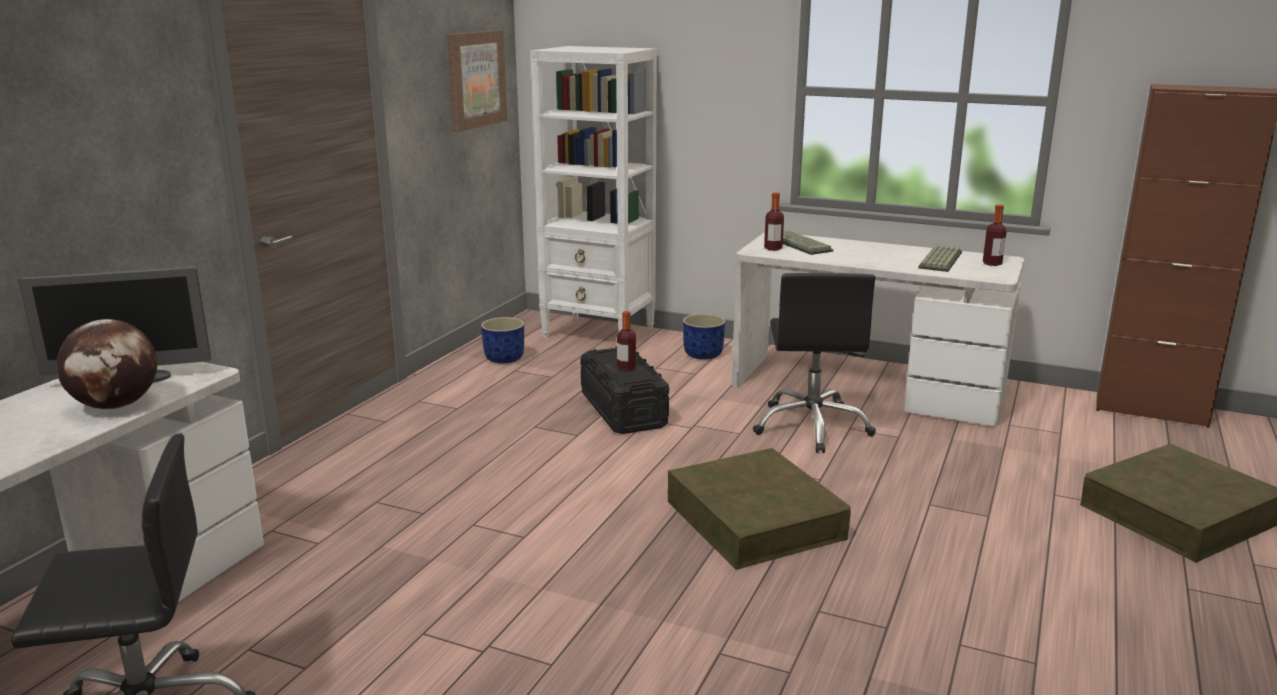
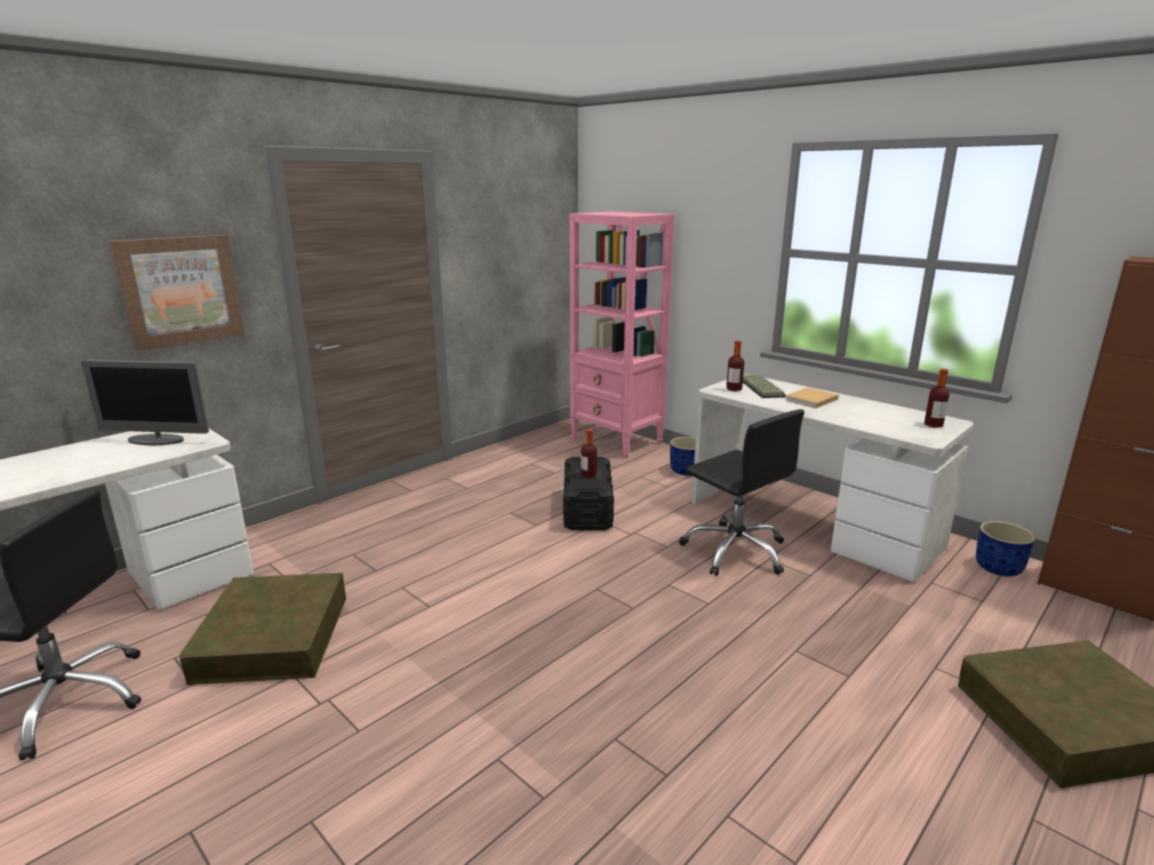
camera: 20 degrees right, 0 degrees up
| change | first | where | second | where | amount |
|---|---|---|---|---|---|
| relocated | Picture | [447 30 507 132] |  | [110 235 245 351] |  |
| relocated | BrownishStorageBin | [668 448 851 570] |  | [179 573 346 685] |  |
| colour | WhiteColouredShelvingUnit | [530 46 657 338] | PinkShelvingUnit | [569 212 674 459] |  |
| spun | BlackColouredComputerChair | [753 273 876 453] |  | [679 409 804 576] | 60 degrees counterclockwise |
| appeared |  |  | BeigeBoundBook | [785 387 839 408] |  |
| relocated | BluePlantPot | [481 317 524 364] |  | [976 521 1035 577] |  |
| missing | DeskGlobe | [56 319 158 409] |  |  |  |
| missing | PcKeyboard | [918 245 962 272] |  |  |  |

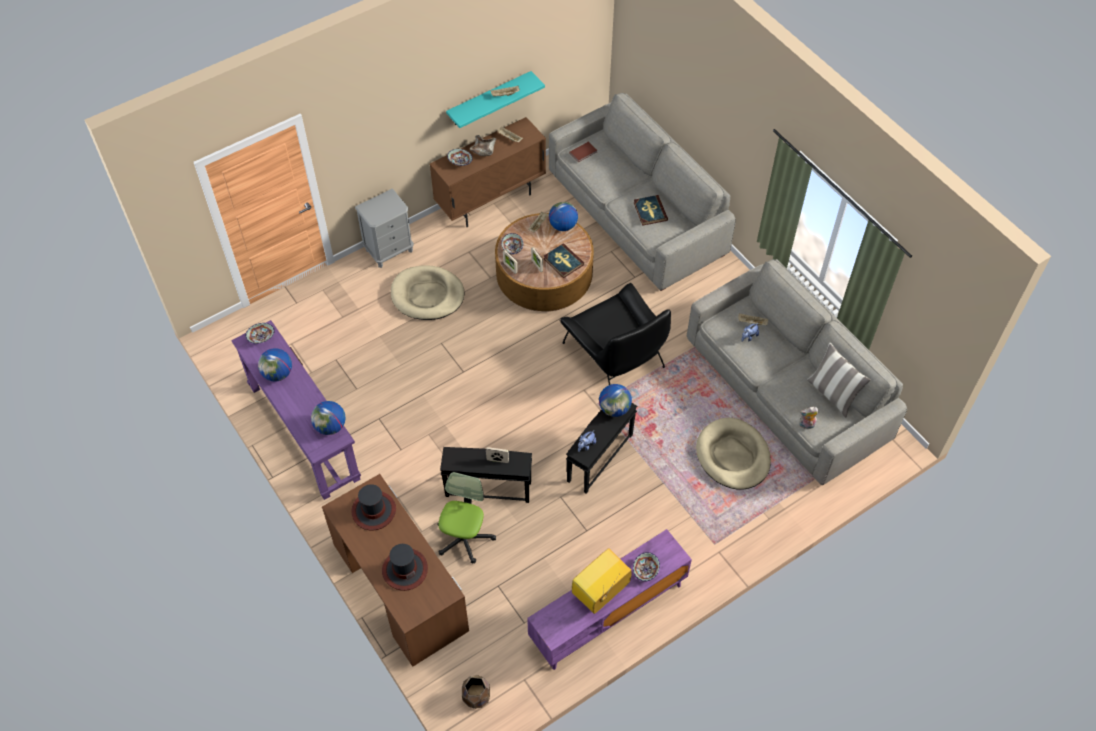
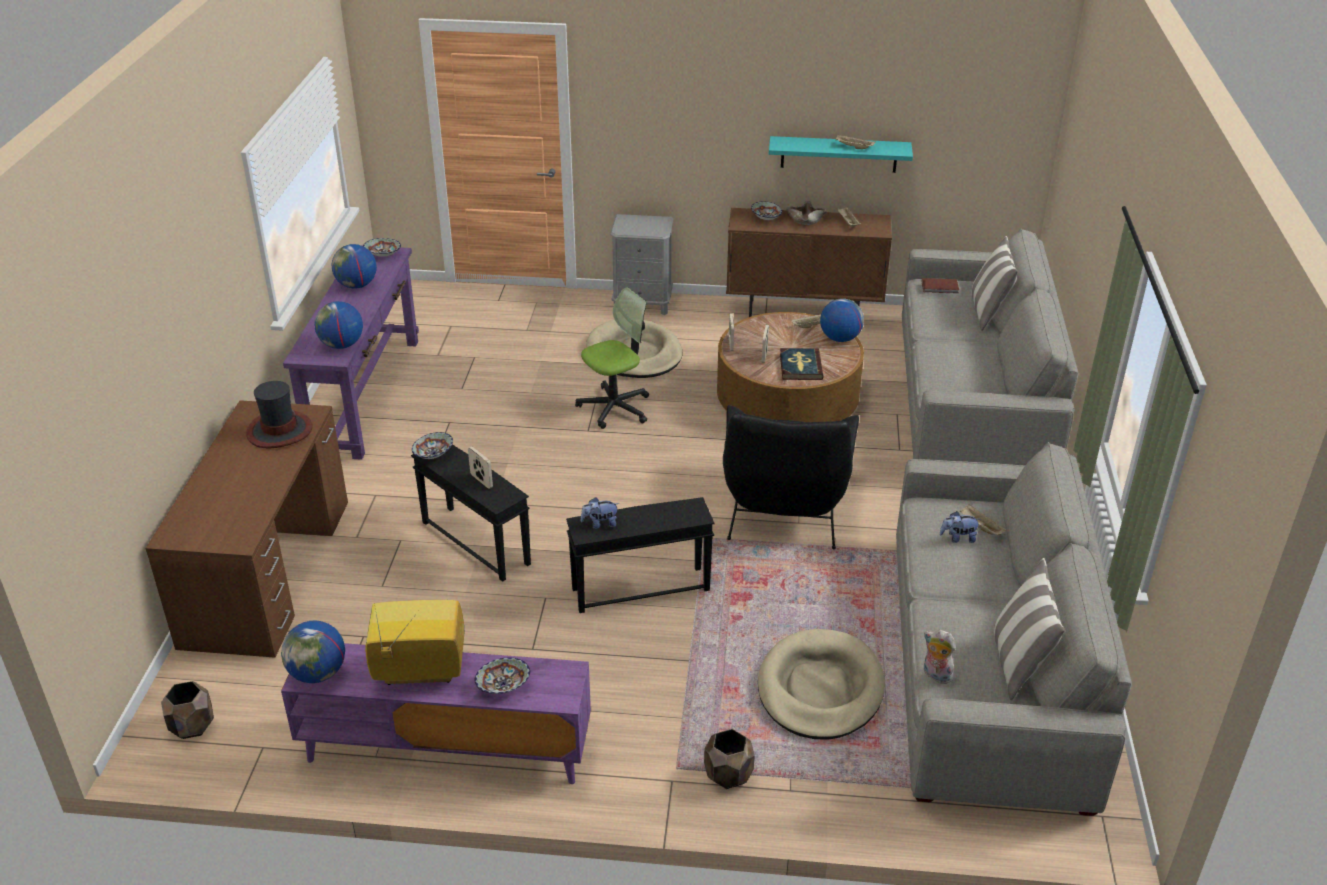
camera: 40 degrees right, 20 degrees down
| change | first | where | second | where | amount |
|---|---|---|---|---|---|
| relocated | DeskGlobe | [599 384 632 417] |  | [281 620 345 683] |  |
| relocated | DeepDish | [501 233 523 254] |  | [412 432 453 459] |  |
| relocated | ComputerChair | [437 472 496 564] |  | [575 287 649 429] |  |
| appeared |  |  | BrownishPlantPot | [704 729 755 789] |  |
| appeared |  |  | Cushion | [971 236 1018 331] |  |
| missing | Hat | [382 544 428 591] |  |  |  |
| missing | BoundBook | [634 195 668 226] |  |  |  |

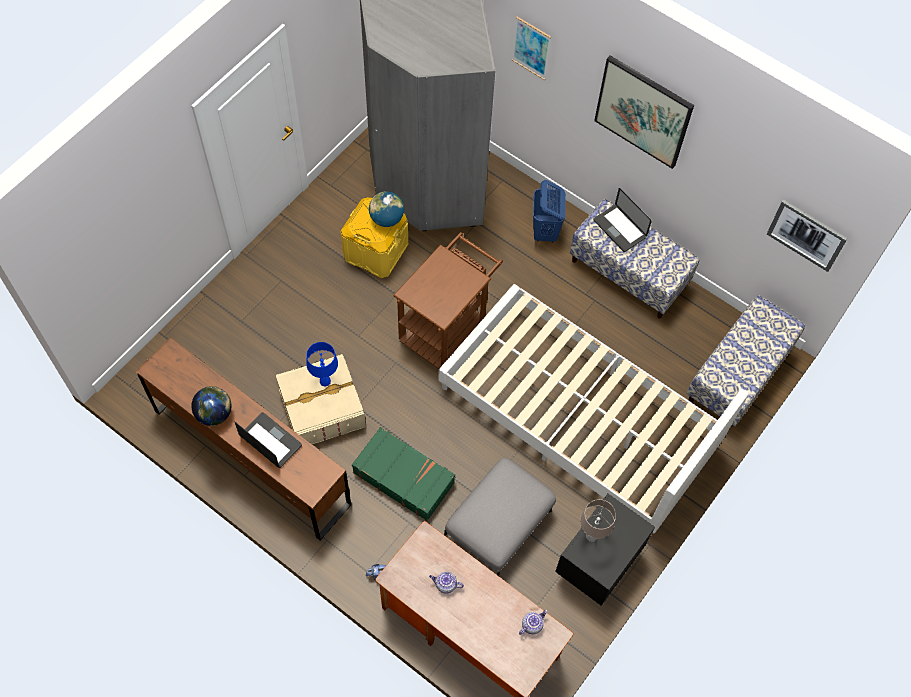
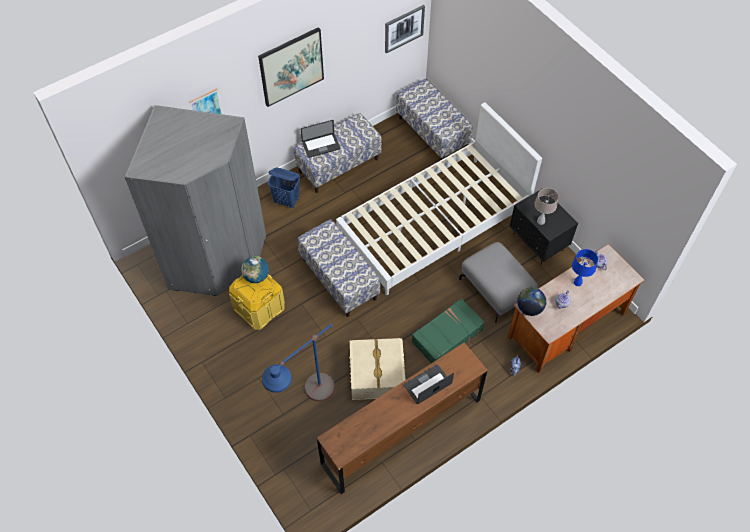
camera: 70 degrees left, 5 degrees down
| change | first | where | second | where | amount |
|---|---|---|---|---|---|
| appeared |  |  | BlueStandingLamp | [262 324 335 402] |  |
| exchanged | BrownishCart | [393 232 503 369] | Bench | [297 219 380 317] |  |
| relocated | DeskGlobe | [191 386 232 426] |  | [517 287 546 316] |  |
| relocated | BlueTableLamp | [306 342 338 386] |  | [572 249 598 286] |  |

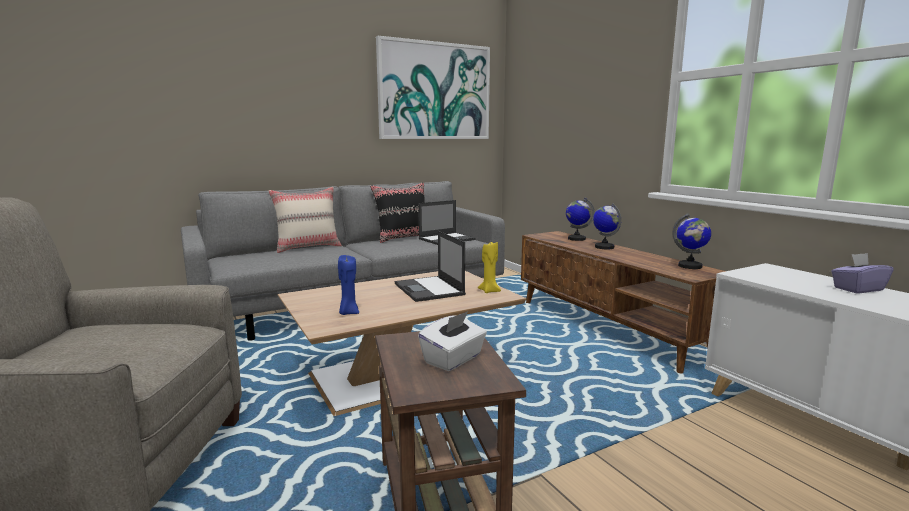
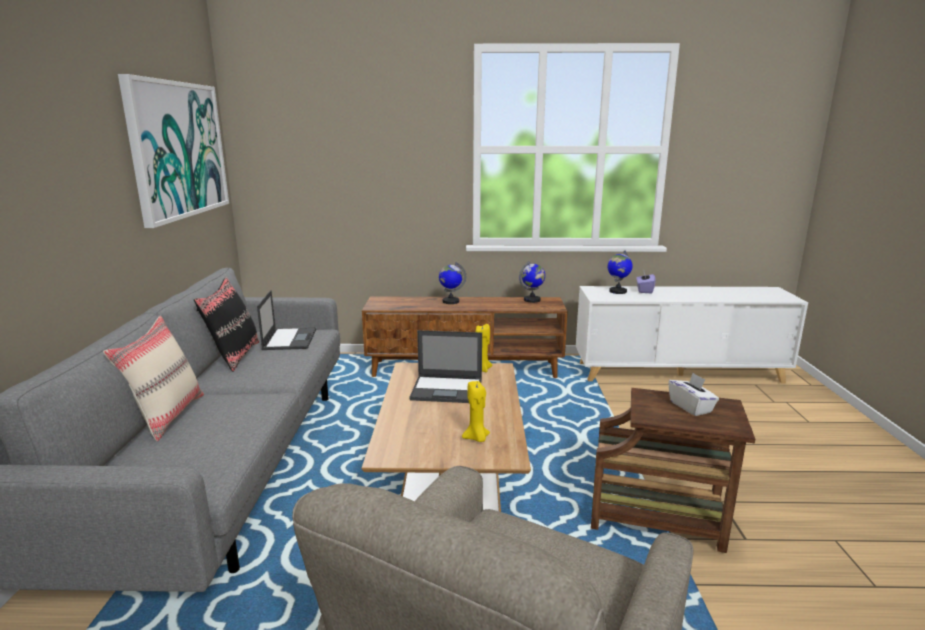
camera: 60 degrees left, 5 degrees up
| change | first | where | second | where | amount |
|---|---|---|---|---|---|
| colour | BlueCandle | [338 255 359 315] | YellowishCandle | [462 381 490 442] |  |
| relocated | DeskGlobe | [566 198 595 241] |  | [607 250 632 294] |  |

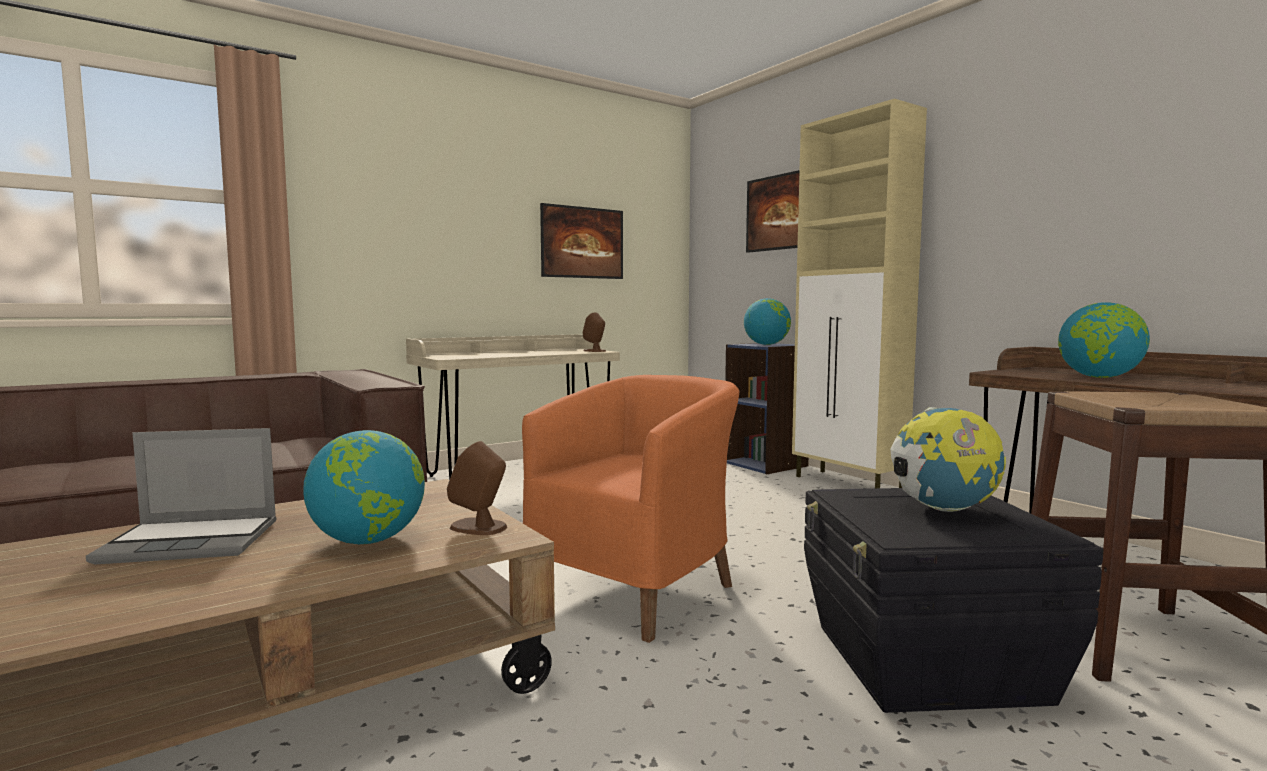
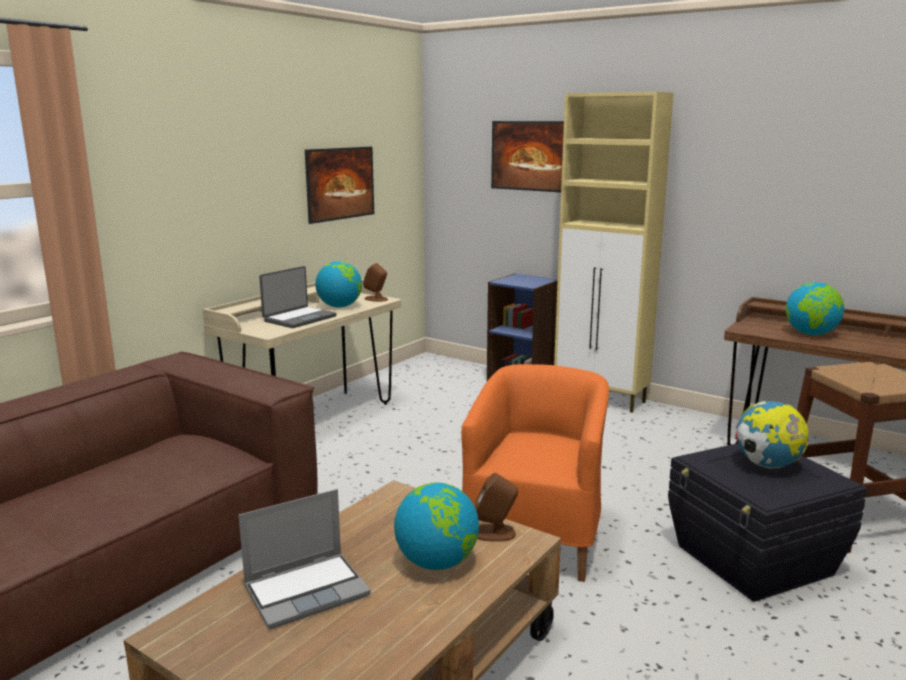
camera: 20 degrees left, 10 degrees up
| change | first | where | second | where | amount |
|---|---|---|---|---|---|
| appeared |  |  | NotebookComputer | [259 266 337 328] |  |
| relocated | DeskGlobe | [744 298 791 345] |  | [315 261 362 308] |  |

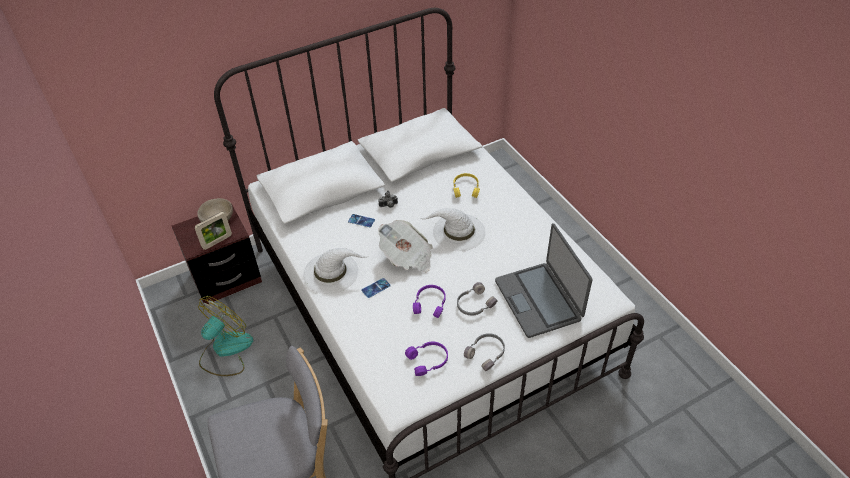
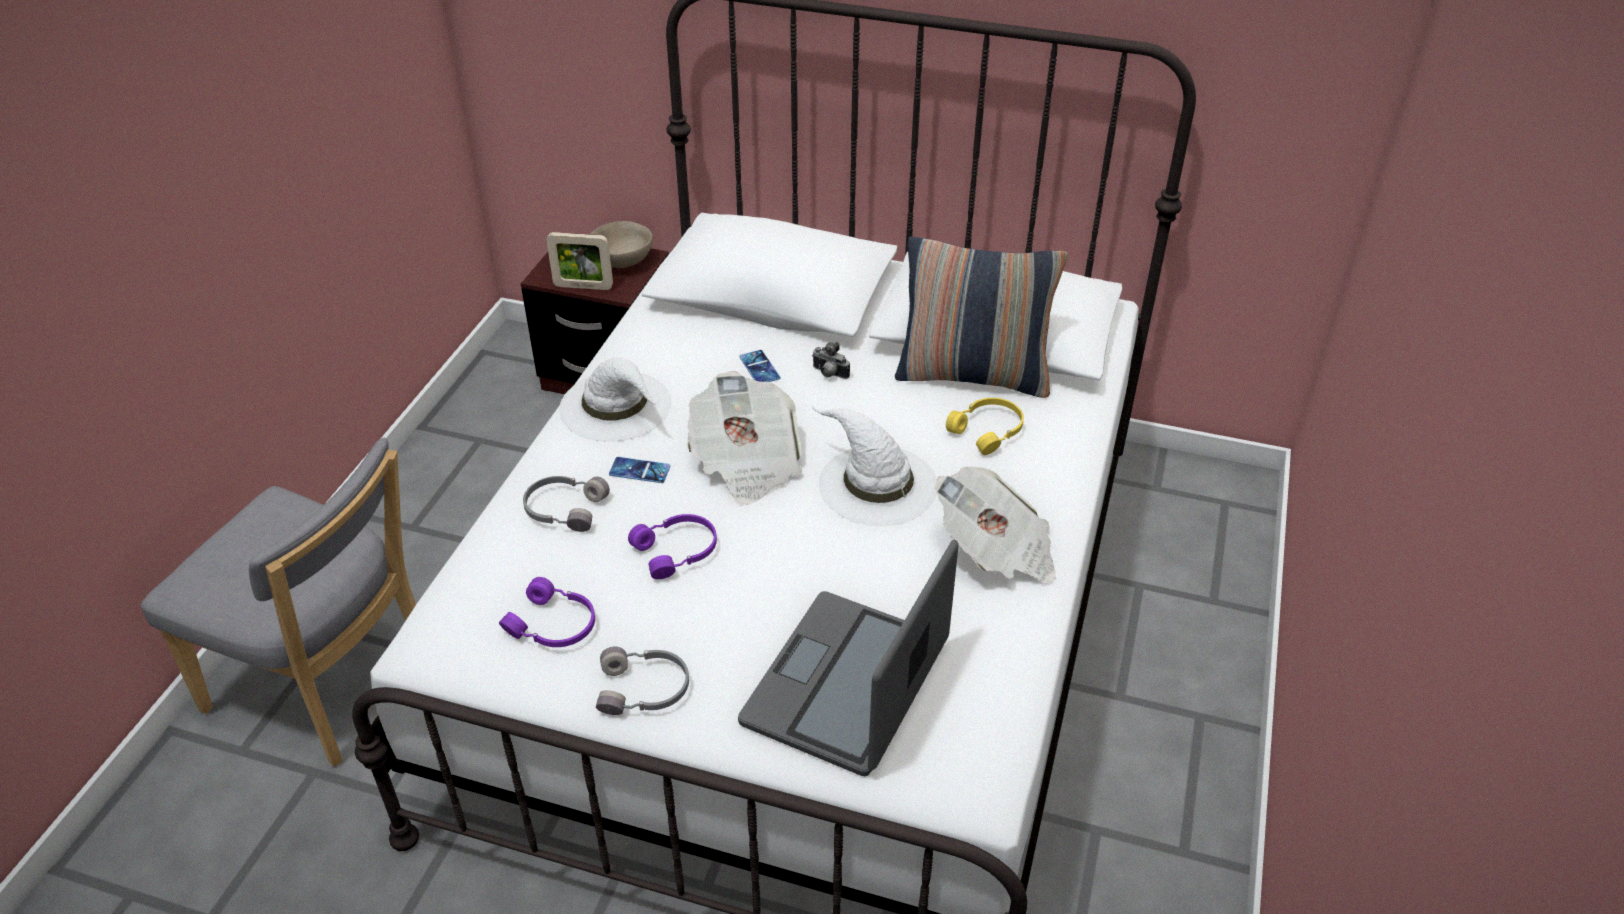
camera: 45 degrees right, 5 degrees down
| change | first | where | second | where | amount |
|---|---|---|---|---|---|
| relocated | GrayPairOfHeadphones | [457 282 498 315] |  | [523 476 610 532] |  |
| appeared |  |  | Cushion | [895 236 1067 398] |  |
| appeared |  |  | DailyPaper | [935 467 1056 582] |  |
| missing | CoolingFan | [198 296 254 376] |  |  |  |

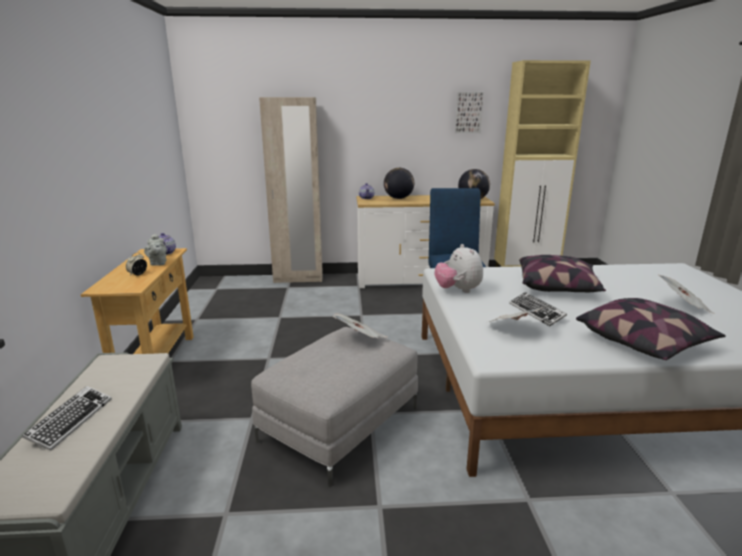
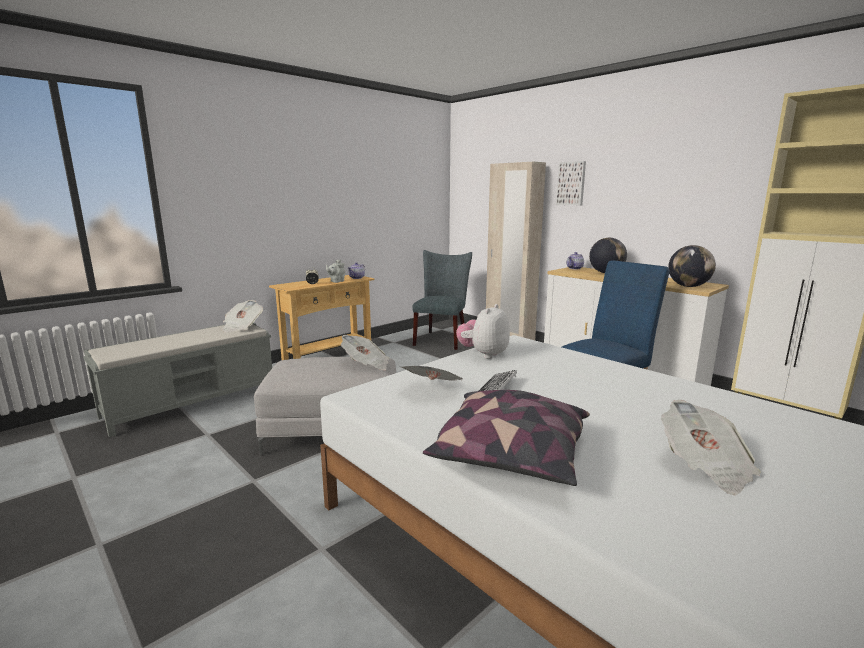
camera: 50 degrees right, 5 degrees down
| change | first | where | second | where | amount |
|---|---|---|---|---|---|
| appeared |  |  | DailyPaper | [222 300 263 332] |  |
| appeared |  |  | GrayChair | [412 250 472 350] |  |
| relocated | Picture | [455 92 484 133] |  | [556 161 586 205] |  |
| missing | PcKeyboard | [22 386 112 451] |  |  |  |
| missing | Cushion | [519 255 606 292] |  |  |  |

